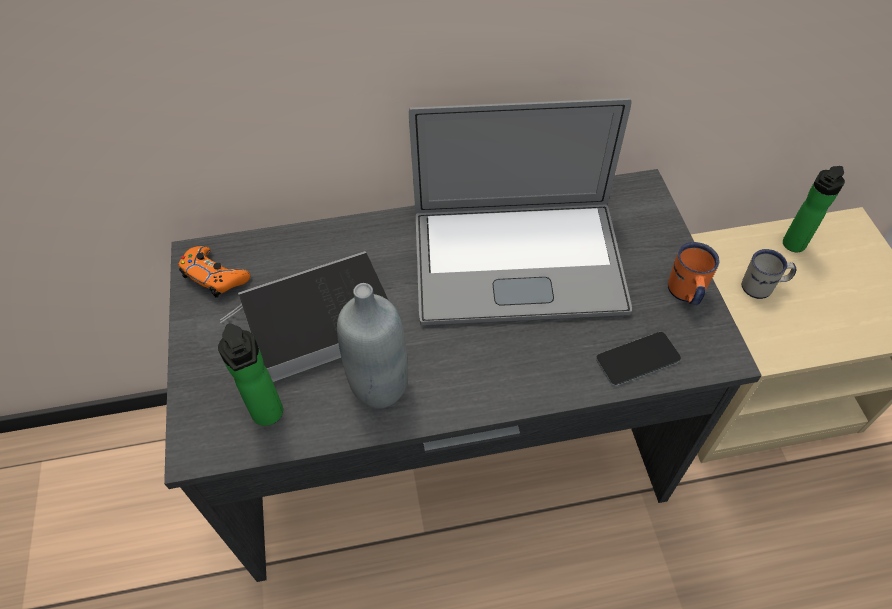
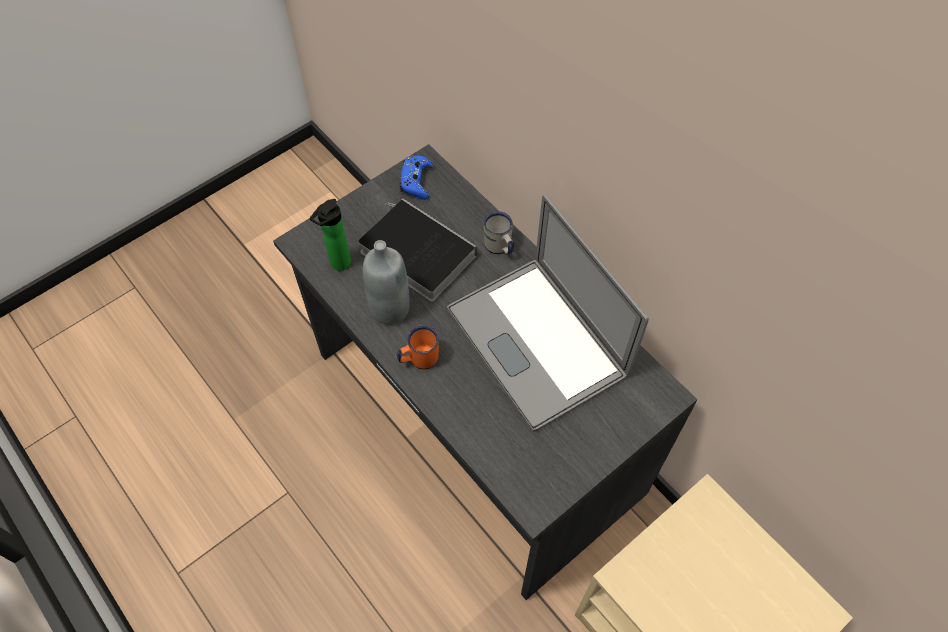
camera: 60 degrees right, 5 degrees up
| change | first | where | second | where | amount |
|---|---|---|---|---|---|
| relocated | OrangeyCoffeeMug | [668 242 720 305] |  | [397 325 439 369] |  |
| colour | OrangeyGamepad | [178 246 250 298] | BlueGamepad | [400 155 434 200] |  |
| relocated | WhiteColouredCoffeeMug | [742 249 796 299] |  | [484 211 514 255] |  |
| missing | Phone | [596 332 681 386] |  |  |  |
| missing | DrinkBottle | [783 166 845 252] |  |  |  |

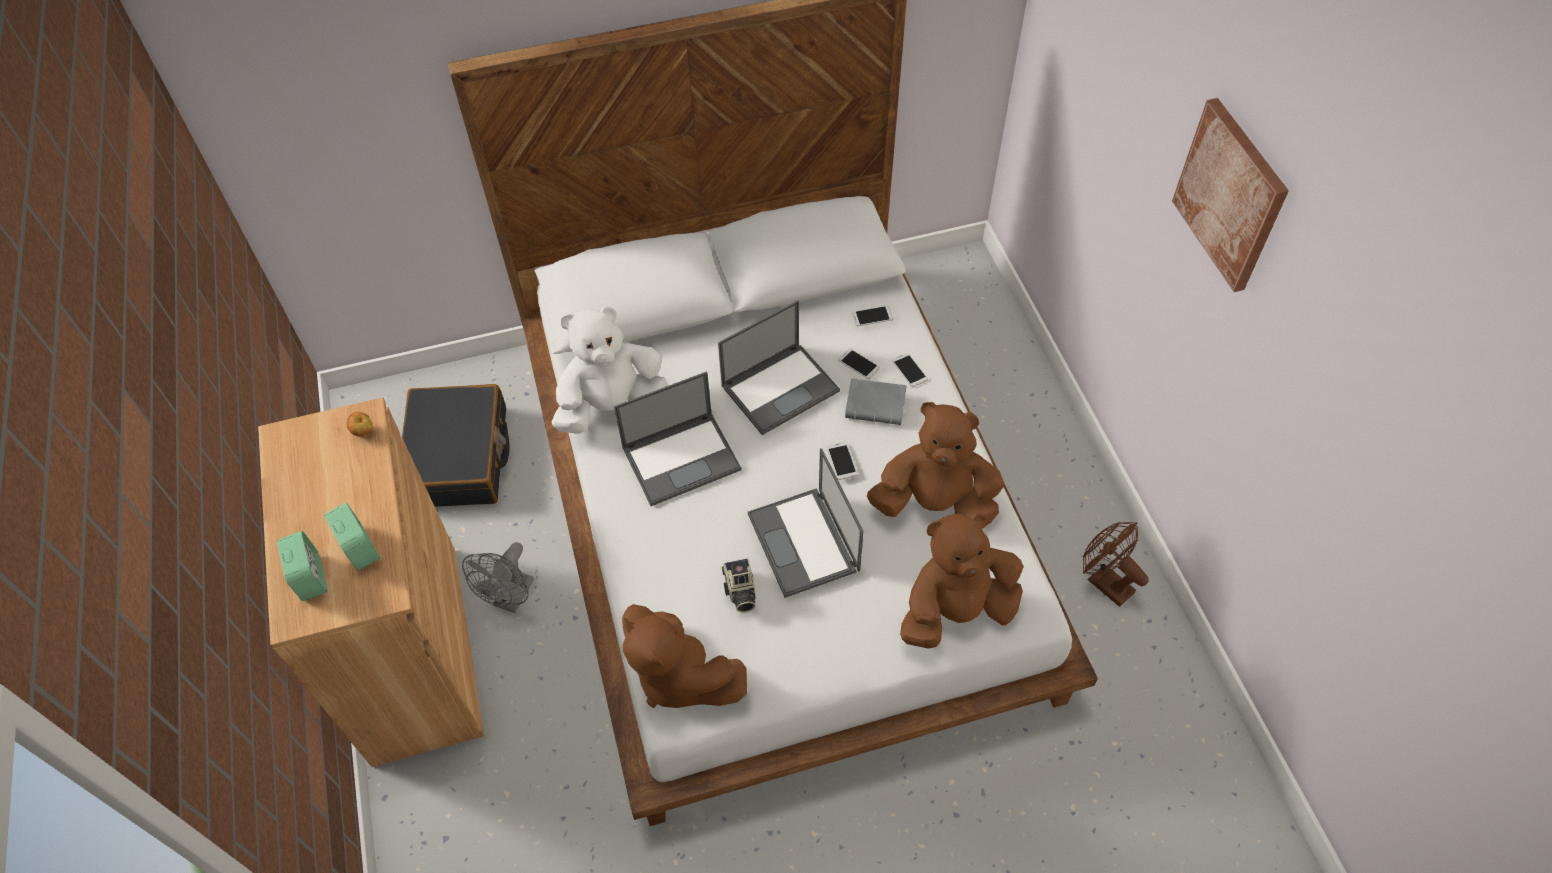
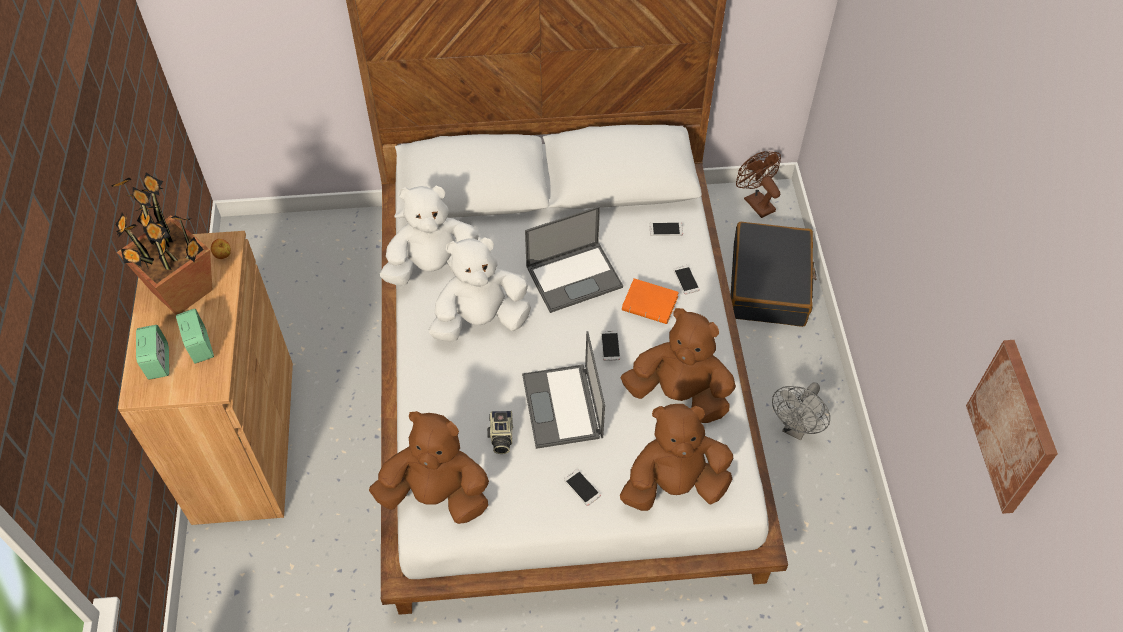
camera: 10 degrees right, 0 degrees up
| change | first | where | second | where | amount |
|---|---|---|---|---|---|
| appeared |  |  | PottedPlant | [111 172 212 315] |  |
| spun | BrownishCuddlyToy | [622 604 747 708] |  | [369 411 489 524] | 135 degrees clockwise |
| exchanged | NotebookComputer | [614 371 742 506] | WhiteColouredCuddlyToy | [428 237 531 342] |  |
| relocated | Phone | [838 349 880 379] |  | [564 469 601 506] |  |
| colour | GrayBoundBook | [845 378 907 425] | OrangeyBoundBook | [622 278 679 324] |  |
| relocated | BlackColouredPieceOfLuggage | [402 384 509 507] |  | [730 222 816 327] |  |
| relocated | BrownishCoolingFan | [1083 522 1149 607] |  | [736 151 781 218] |  |
| relocated | GrayCoolingFan | [462 542 534 613] |  | [772 382 830 441] |  |
| relocated | Picture | [1172 98 1289 292] |  | [966 340 1058 514] |  |

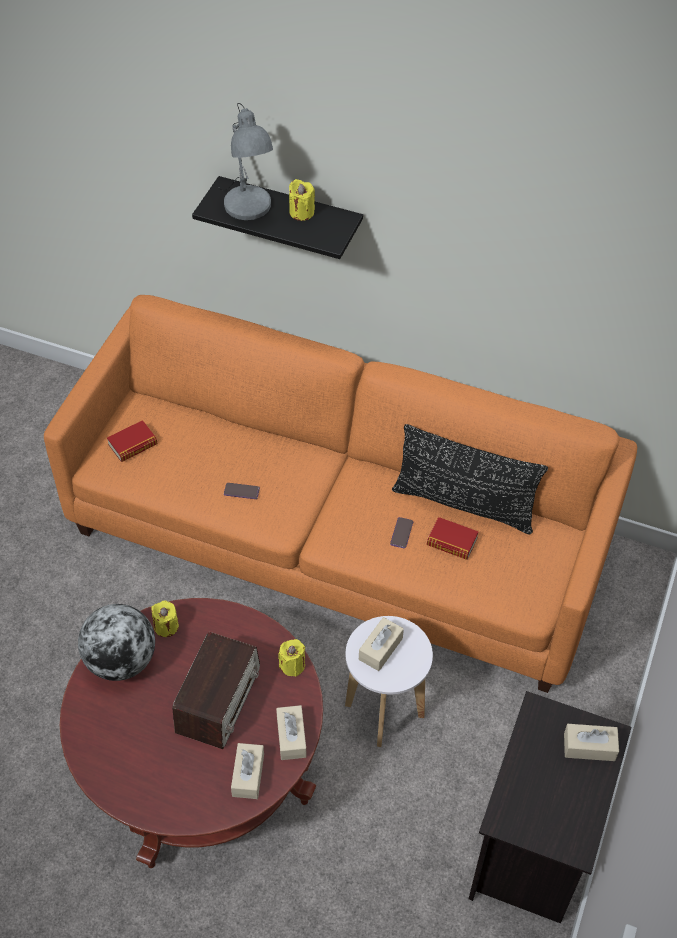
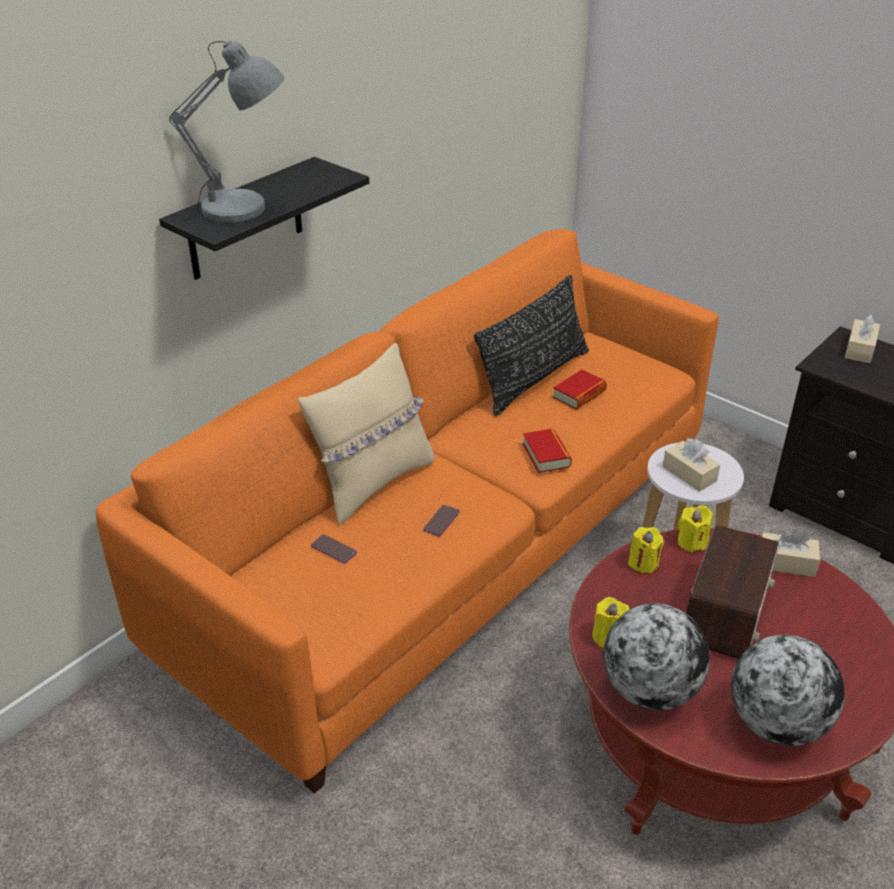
camera: 70 degrees left, 15 degrees down
| change | first | where | second | where | amount |
|---|---|---|---|---|---|
| appeared |  |  | BeigeCushion | [298 343 435 525] |  |
| relocated | Phone | [390 517 413 548] |  | [311 534 357 563] |  |
| relocated | BoundBook | [107 420 158 462] |  | [523 429 572 473] |  |
| relocated | YellowishCandle | [289 179 315 221] |  | [628 527 664 574] |  |
| spun | RadioReceiver | [172 632 260 749] |  | [686 525 779 659] | 75 degrees clockwise |
| appeared |  |  | DeskGlobe | [731 635 845 746] |  |
| missing | BeigeBoxOfTissues | [231 743 264 799] |  |  |  |

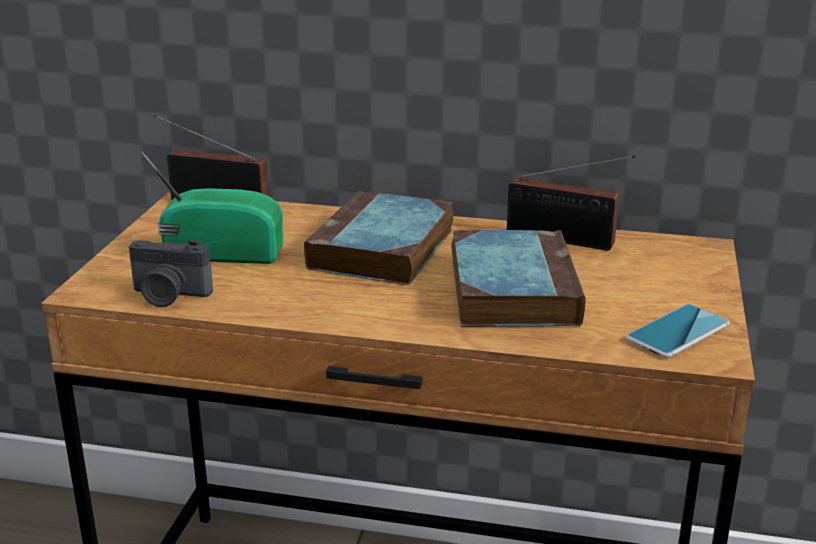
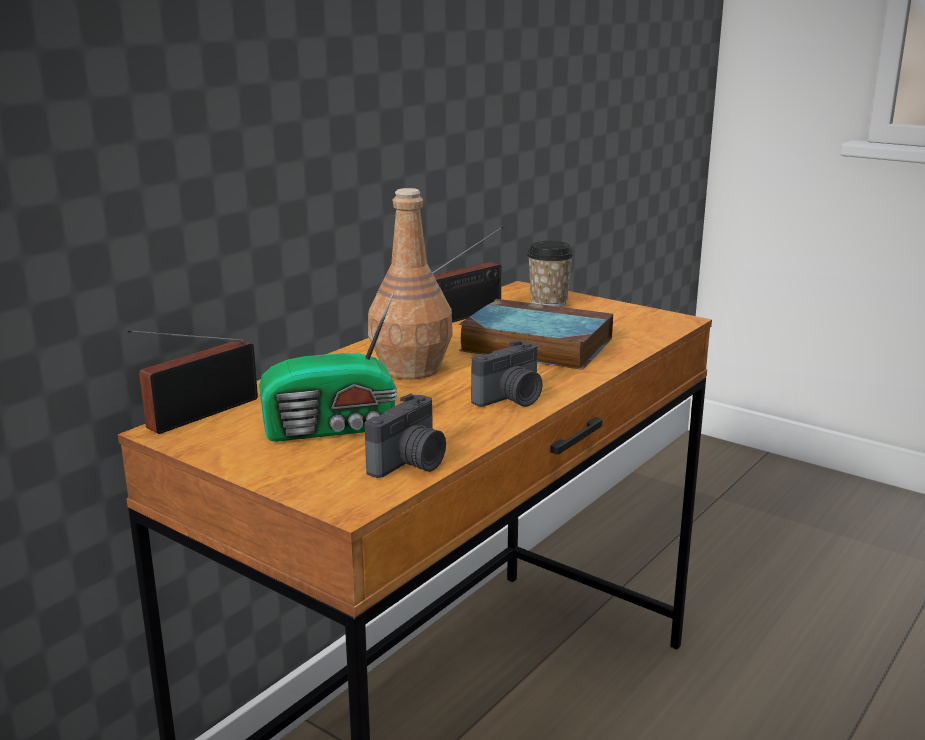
camera: 65 degrees left, 5 degrees down
| change | first | where | second | where | amount |
|---|---|---|---|---|---|
| spun | RadioReceiver | [141 151 283 264] |  | [259 293 398 442] | 135 degrees counterclockwise |
| exchanged | BoundBook | [304 190 454 285] | BrownishDrinkBottle | [368 188 453 379] |  |
| appeared |  |  | PhotoCamera | [471 340 543 407] |  |
| appeared |  |  | DrinkingCup | [527 241 574 307] |  |
| missing | Phone | [626 304 729 358] |  |  |  |

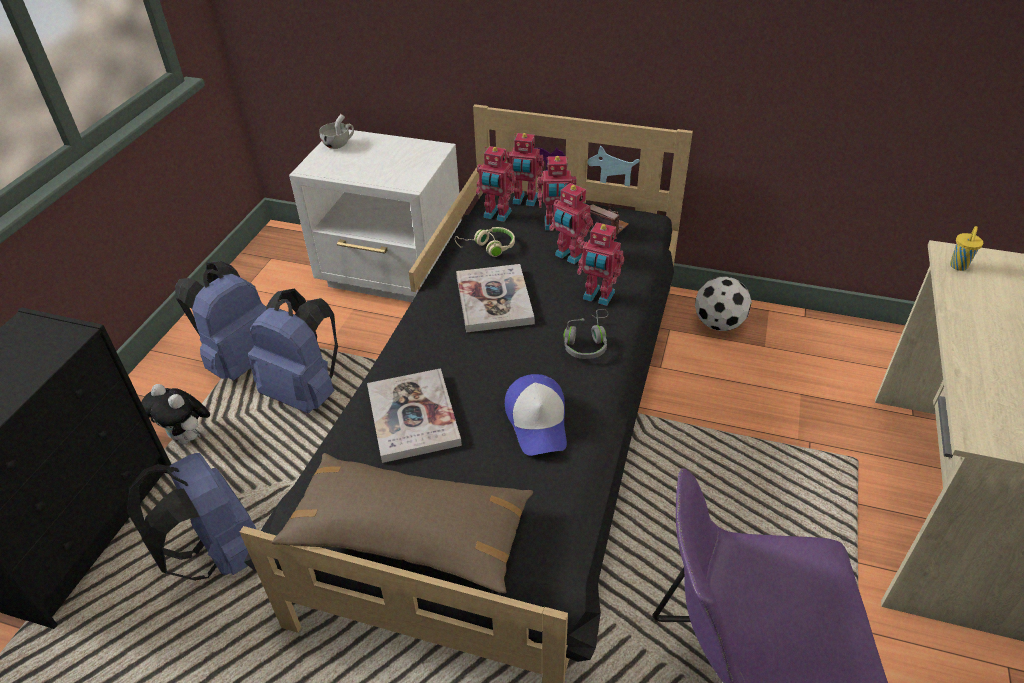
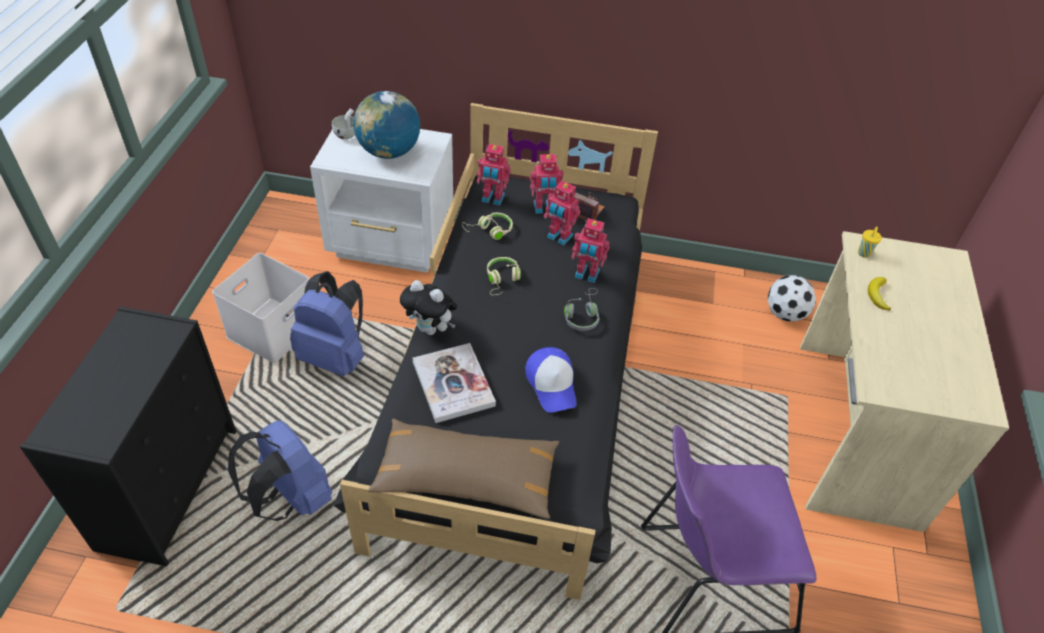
camera: 10 degrees left, 5 degrees up
| change | first | where | second | where | amount |
|---|---|---|---|---|---|
| exchanged | BlueRucksack | [175 261 266 380] | WhiteColouredStorageBin | [212 253 309 363] |  |
| appeared |  |  | DeskGlobe | [354 91 420 159] |  |
| relocated | CuddlyToy | [141 384 210 444] |  | [400 280 457 335] |  |
| exchanged | BoundBook | [456 264 535 332] | BeigePairOfHeadphones | [487 257 521 295] |  |
| relocated | Football | [695 277 752 331] |  | [767 275 816 321] |  |
| appeared |  |  | BananaFruit | [868 277 891 311] |  |
| missing | ModelRobot | [506 133 544 206] |  |  |  |

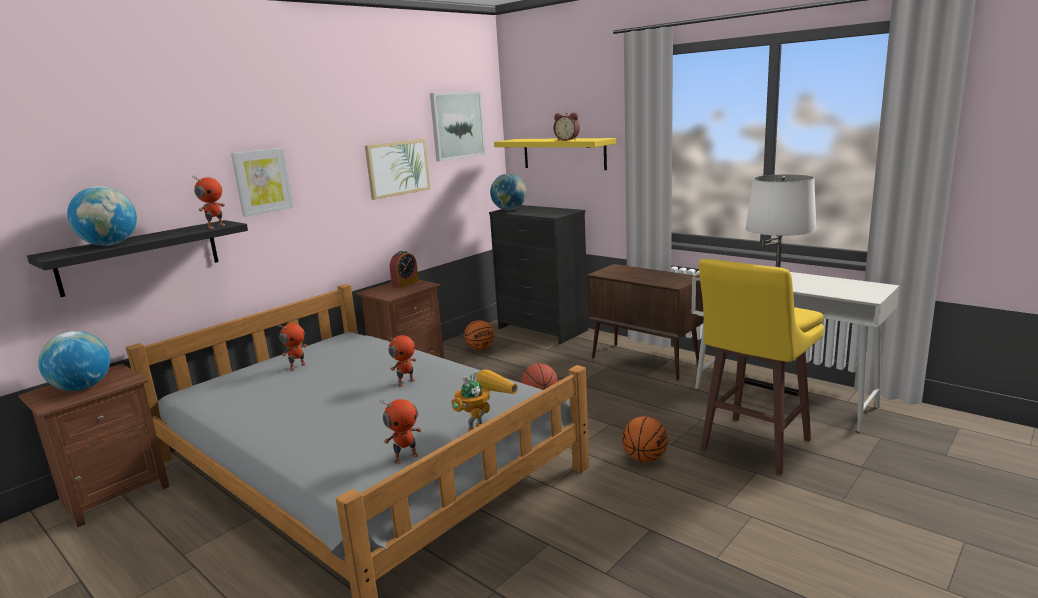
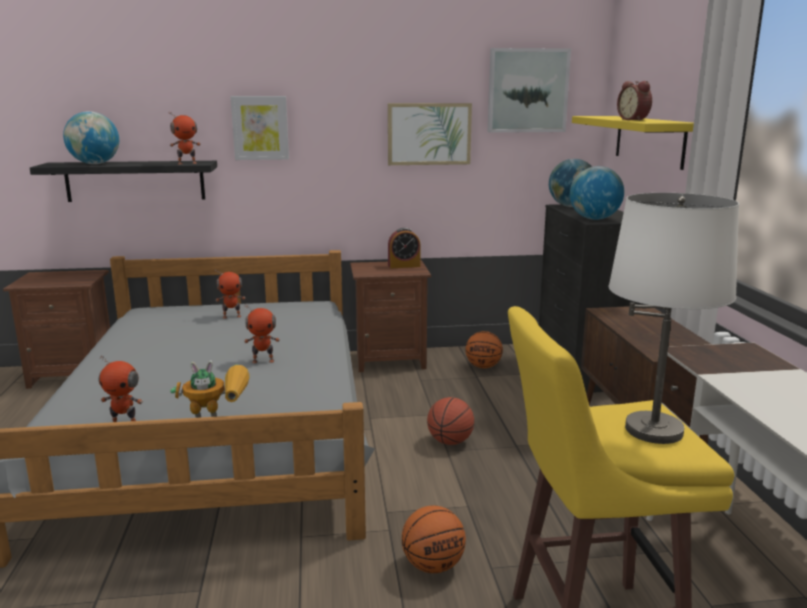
camera: 40 degrees right, 0 degrees up
| change | first | where | second | where | amount |
|---|---|---|---|---|---|
| relocated | DeskGlobe | [38 331 110 391] |  | [570 166 624 220] |  |

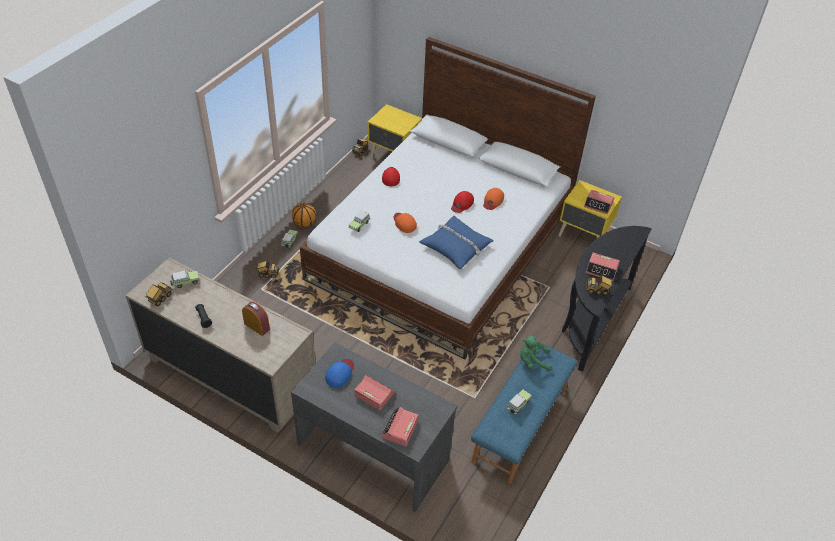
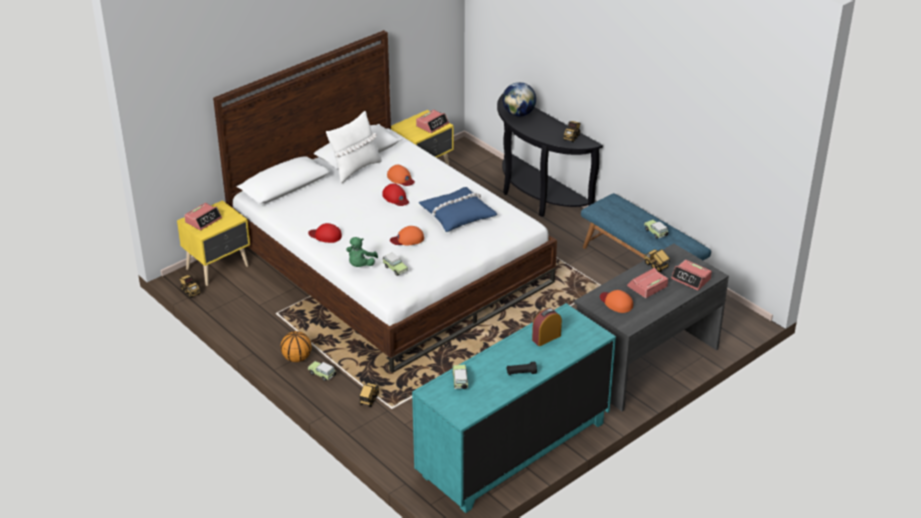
camera: 70 degrees left, 10 degrees down
| change | first | where | second | where | amount |
|---|---|---|---|---|---|
| relocated | BedsideClock | [586 253 620 281] |  | [184 203 222 231] |  |
| appeared |  |  | WhiteColouredCushion | [326 111 382 184] |  |
| relocated | GreenCuddlyToy | [520 336 552 371] |  | [346 237 378 267] |  |
| colour | BeigeChestOfDrawers | [125 257 316 433] | BlueGreenChestOfDrawers | [412 303 616 513] |  |
| appeared |  |  | DeskGlobe | [502 82 536 117] |  |
| colour | BlueCap | [325 359 354 388] | OrangeyCap | [600 290 633 313] |  |
| relocated | ToyTruck | [146 282 172 306] |  | [644 249 671 272] |  |

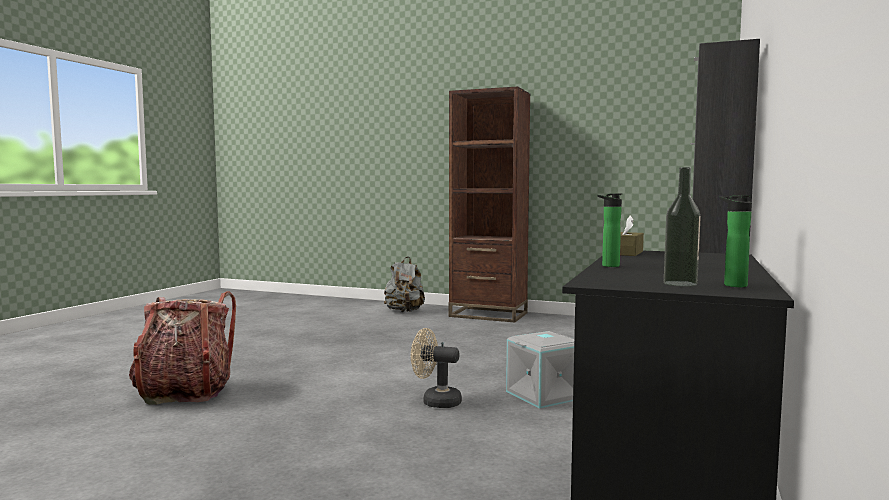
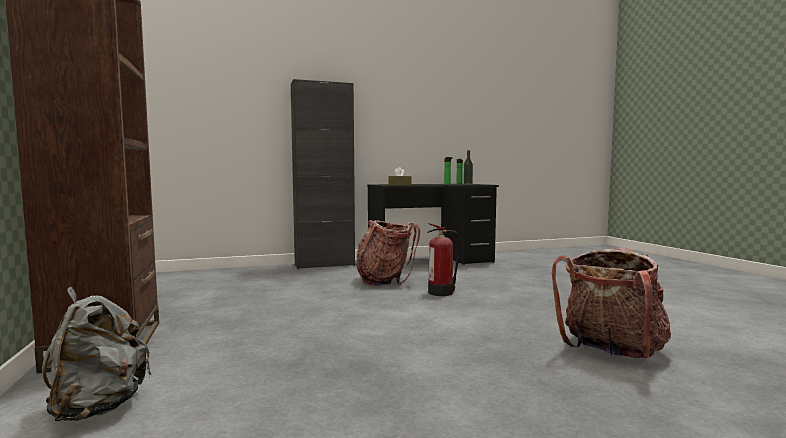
camera: 130 degrees left, 0 degrees up
| change | first | where | second | where | amount |
|---|---|---|---|---|---|
| exchanged | GrayStorageBin | [506 331 574 409] | Rucksack | [356 220 420 286] |  |
| exchanged | BeigeCoolingFan | [411 328 462 408] | Extinguisher | [427 223 460 296] |  |

